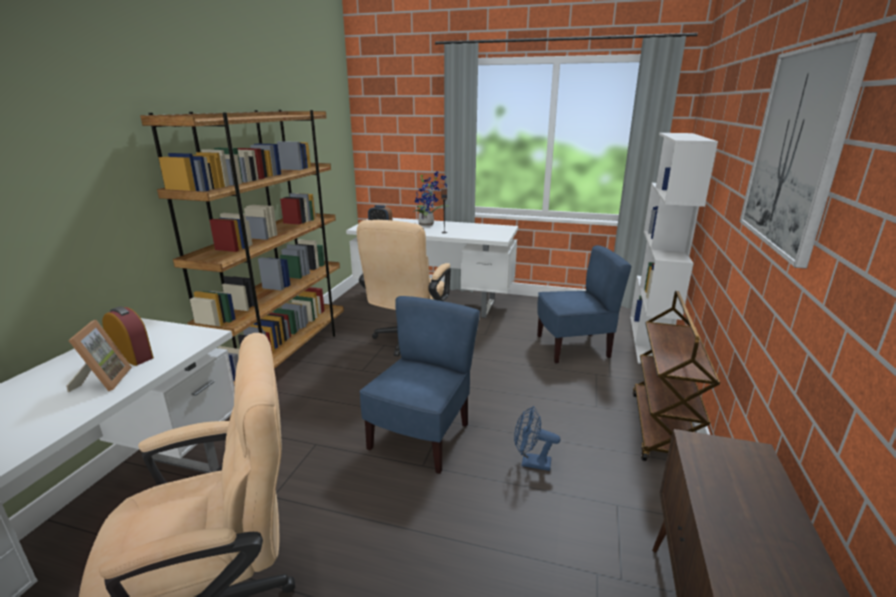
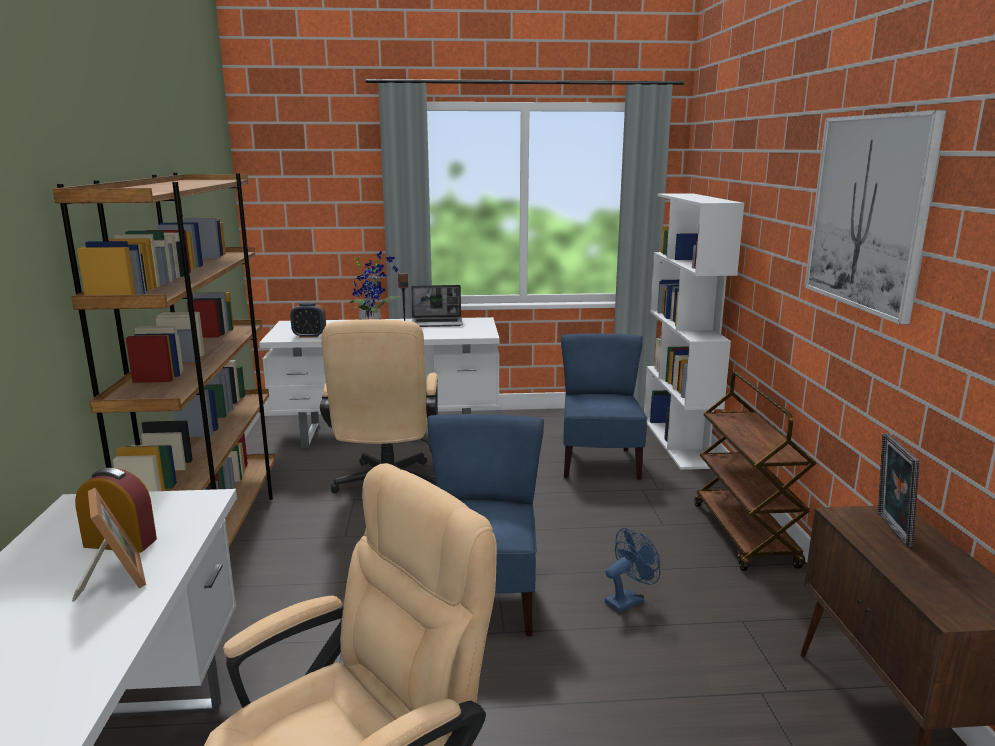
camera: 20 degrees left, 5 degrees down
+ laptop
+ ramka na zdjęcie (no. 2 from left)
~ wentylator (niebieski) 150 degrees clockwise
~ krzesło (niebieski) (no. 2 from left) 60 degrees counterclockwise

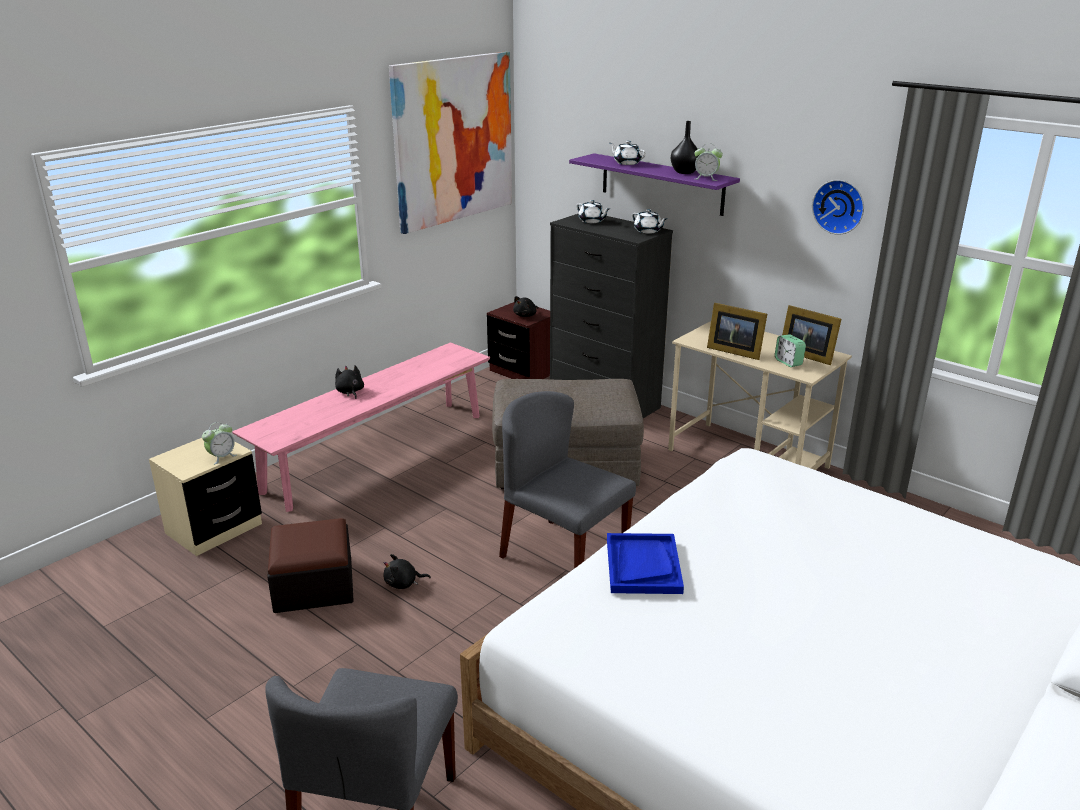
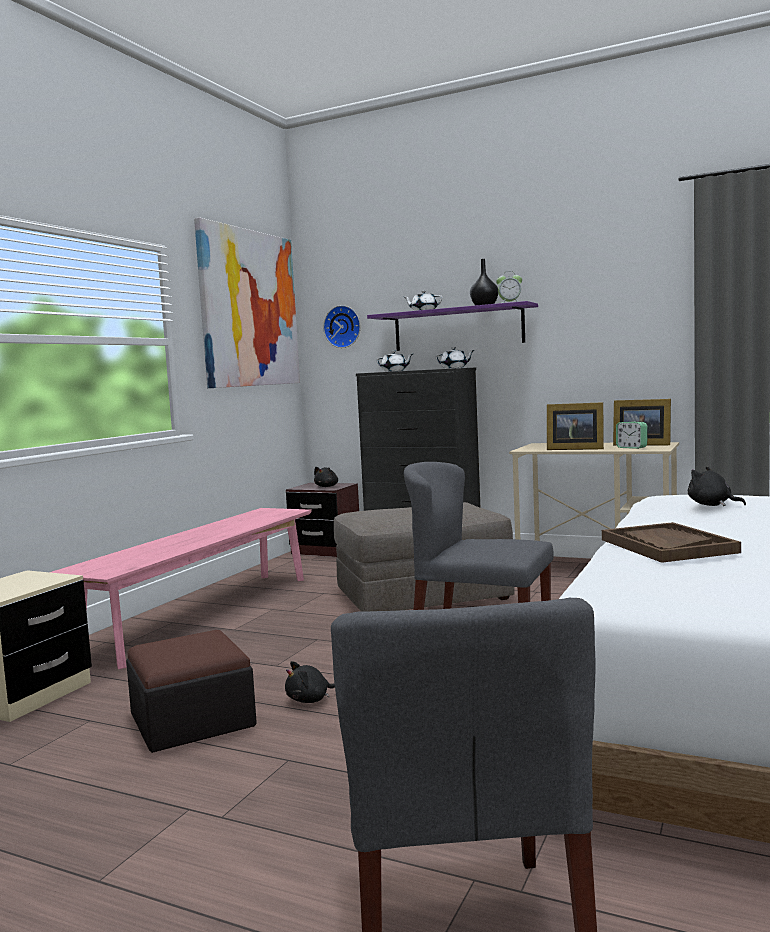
camera: 15 degrees left, 20 degrees down
- budzik (no. 1 from left)
~ pluszak (czarny) (no. 1 from left in the first image) to pluszak (czarny) (no. 3 from left)
~ zegar ścienny
~ taca (niebieski) to taca (brązowy)

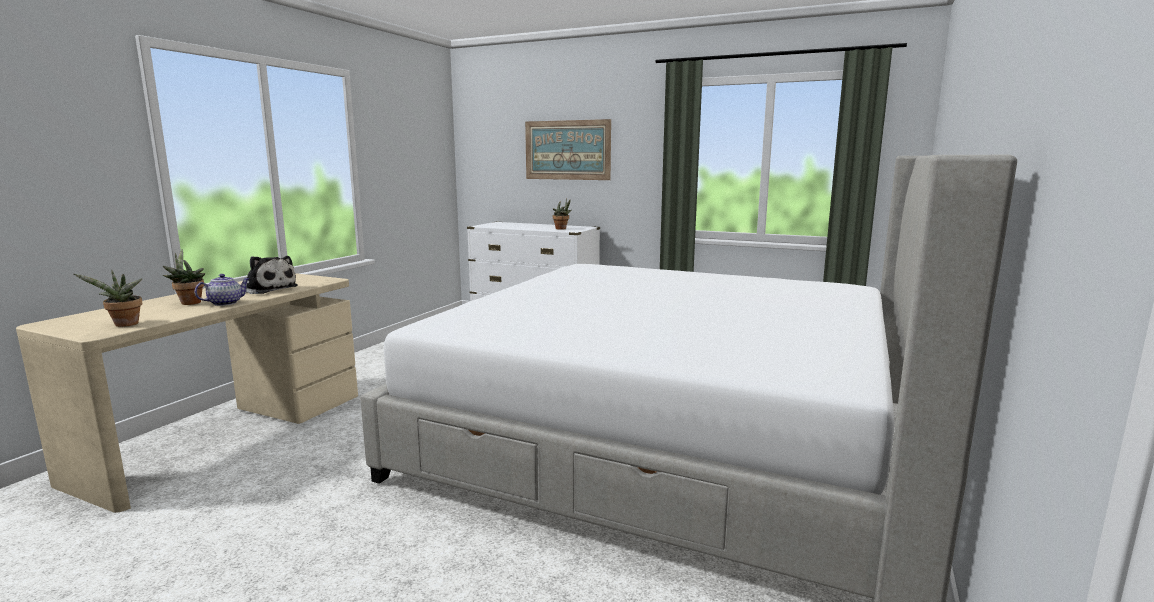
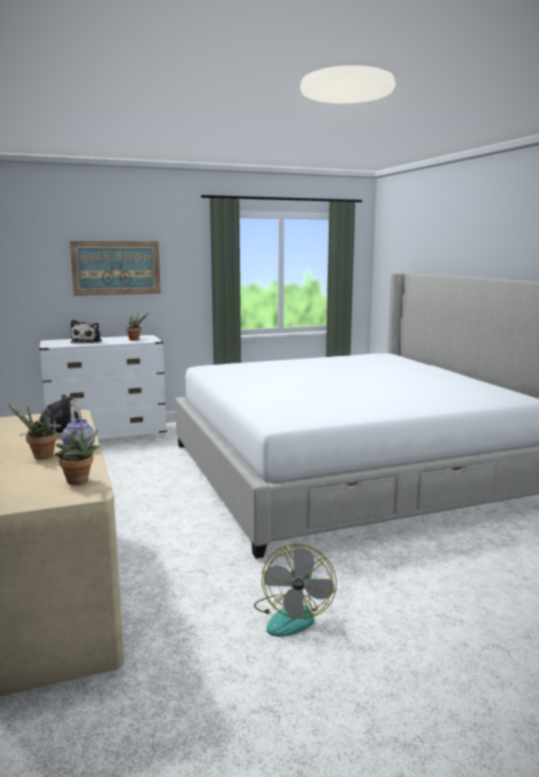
camera: 45 degrees left, 0 degrees up
+ pluszak (no. 2 from left)
+ wentylator

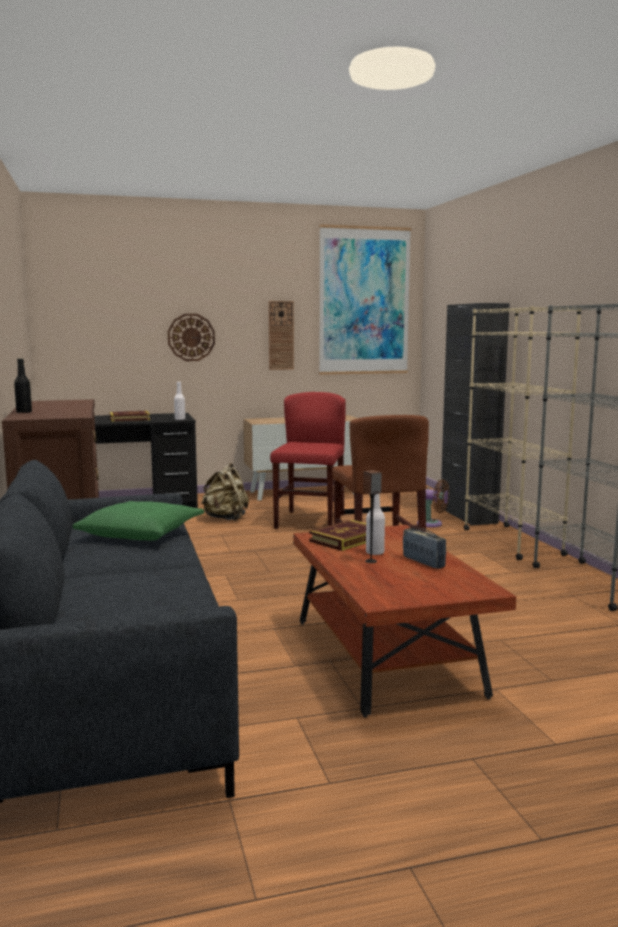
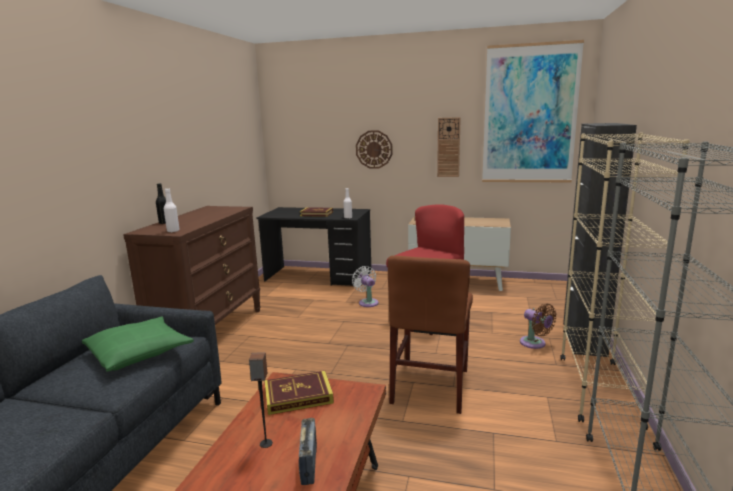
camera: 30 degrees right, 5 degrees up
~ butelka (biały) (no. 2 from left in the first image) to butelka (biały) (no. 1 from left)
~ plecak (beżowy) to wentylator (biały)

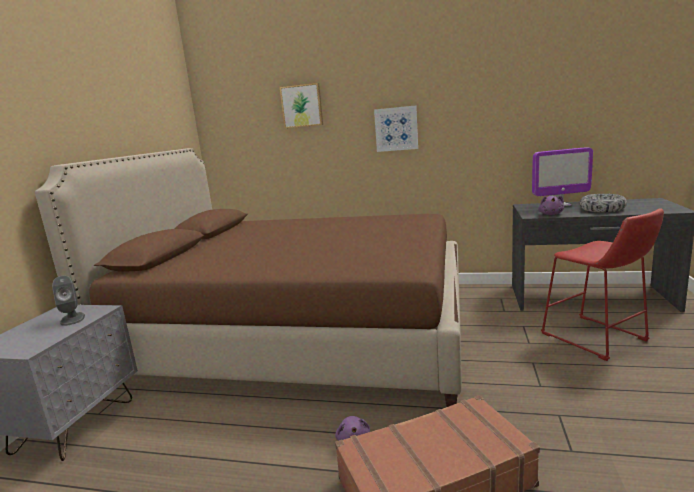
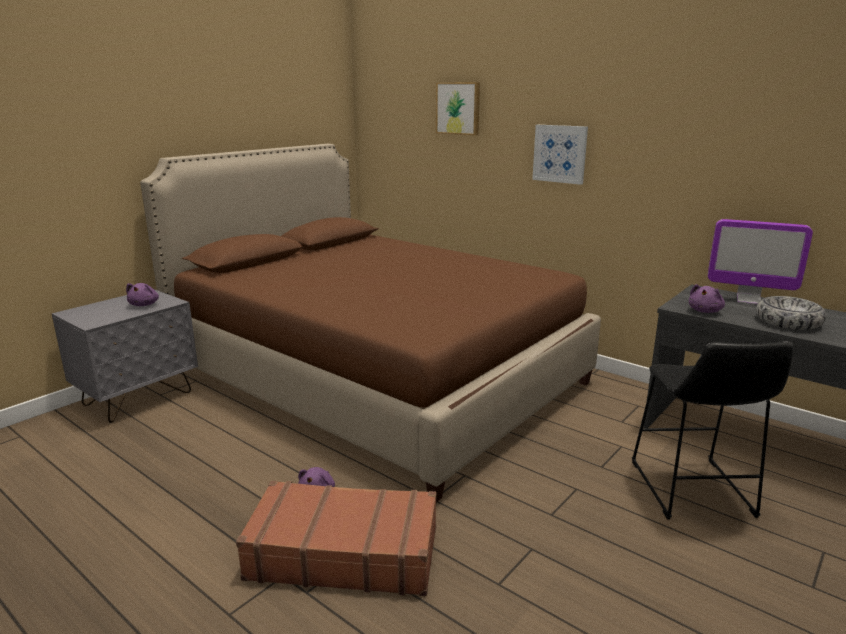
camera: 25 degrees right, 5 degrees up
~ głośnik (szary) to pluszak (fioletowy) (no. 1 from left)
~ stołek (czerwony) to stołek (czarny)

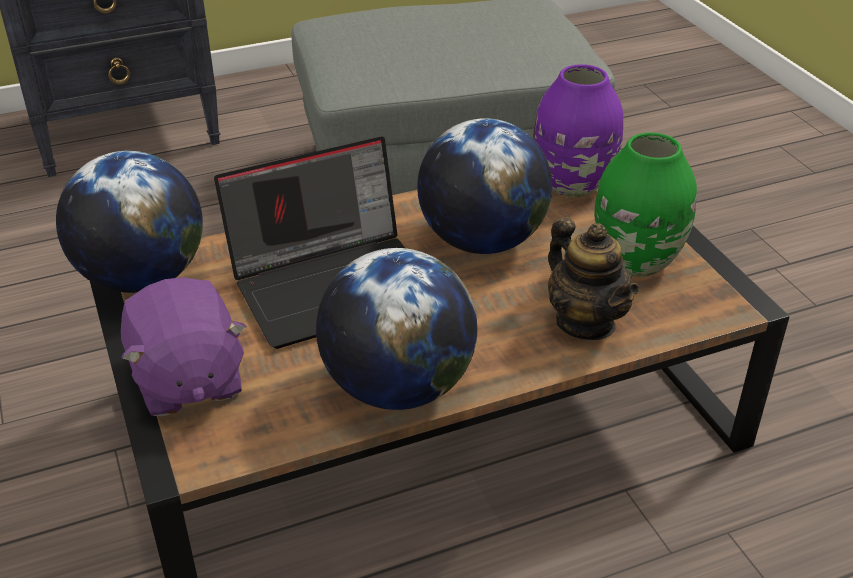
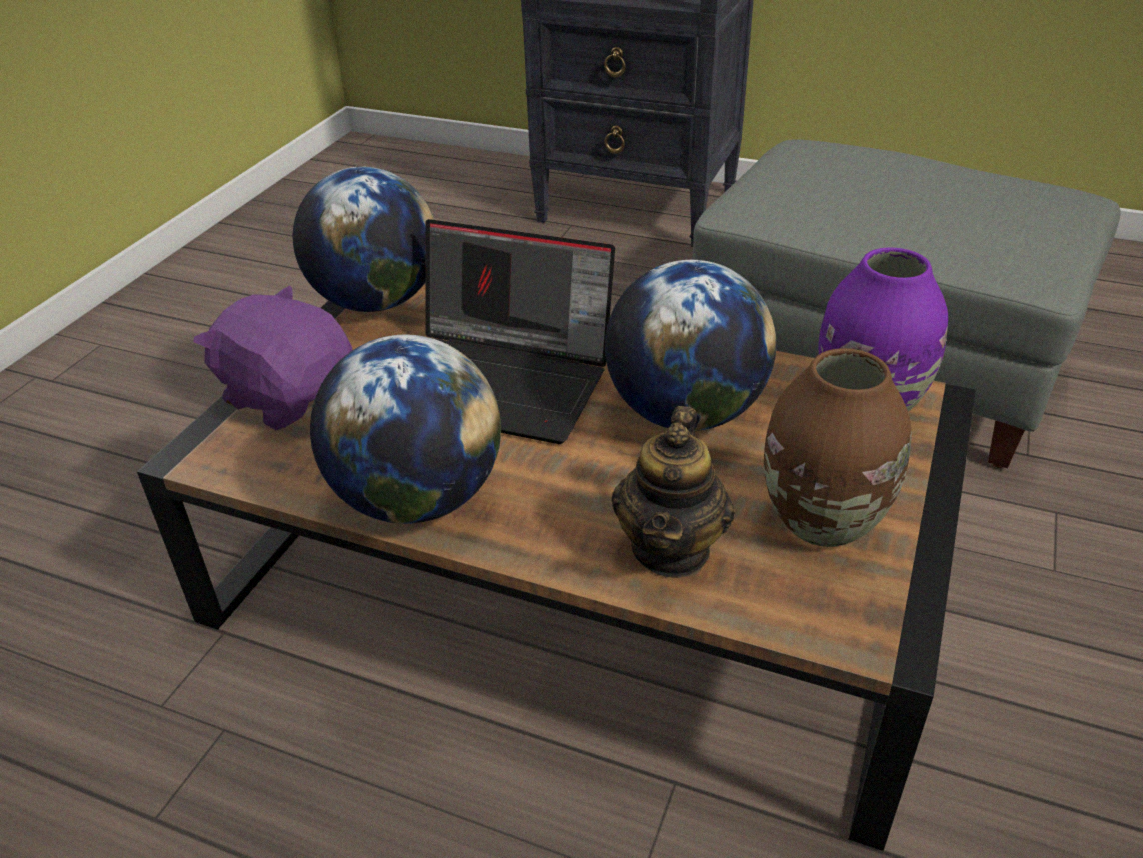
camera: 45 degrees right, 0 degrees up
~ wazon (zielony) to wazon (brązowy)
~ pluszak (fioletowy) 105 degrees clockwise

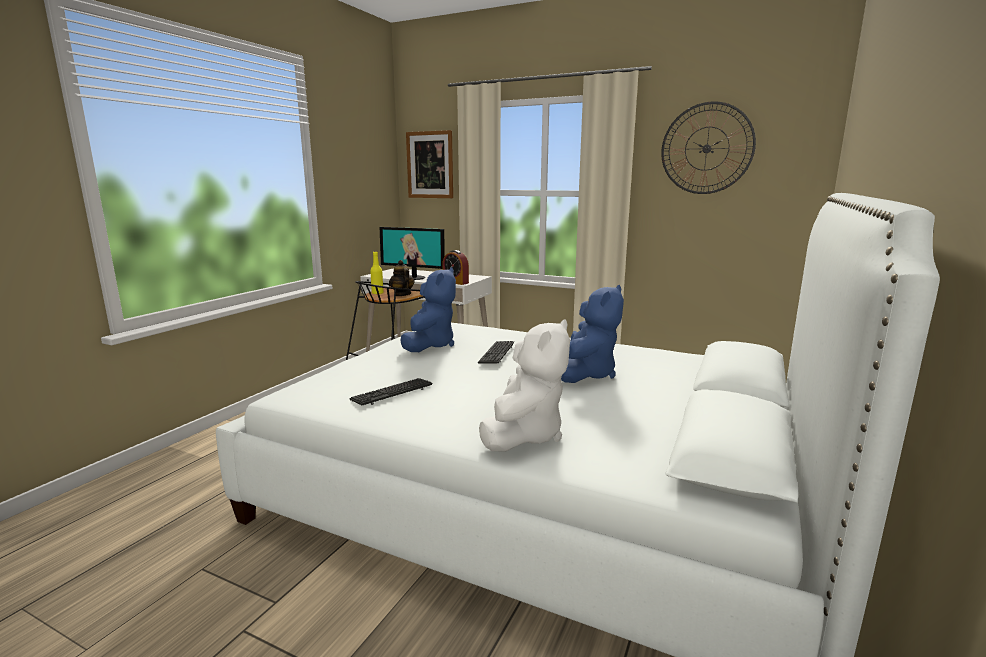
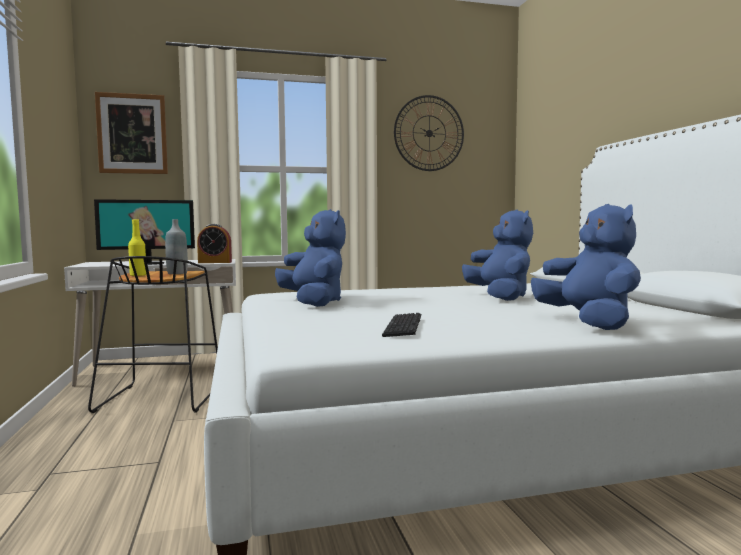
camera: 40 degrees left, 10 degrees down
- klawiatura (no. 2 from left)
~ imbryk to butelka (szary)
~ pluszak (biały) to pluszak (niebieski) (no. 3 from left)

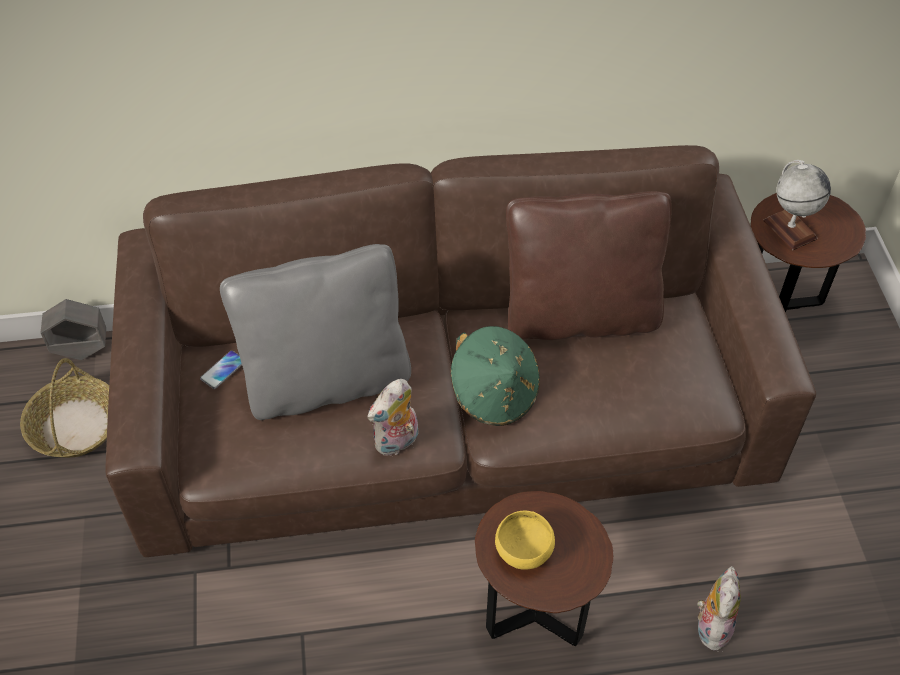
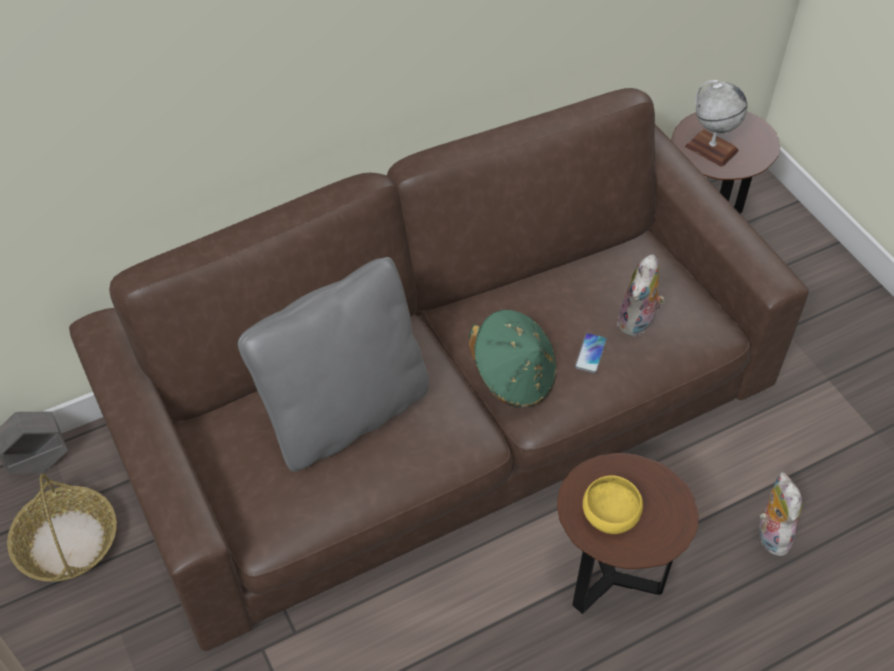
camera: 20 degrees left, 0 degrees up
- poduszka (brązowy)
~ telefon
~ pluszak (no. 1 from left)

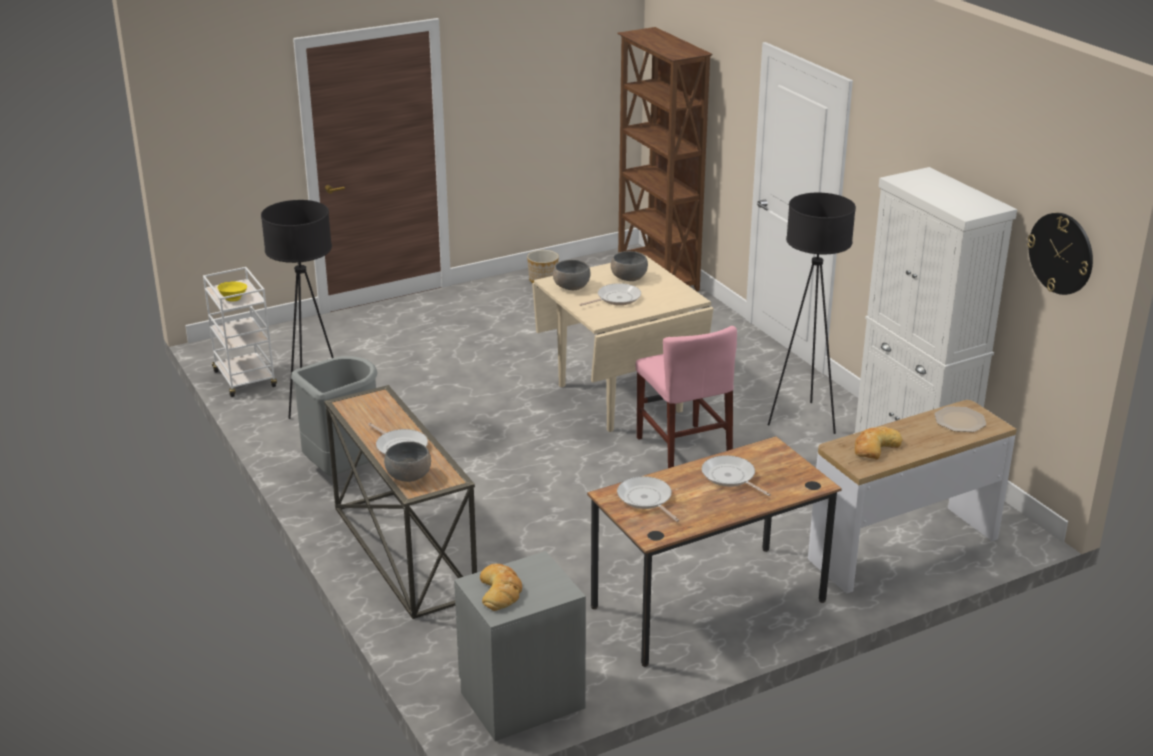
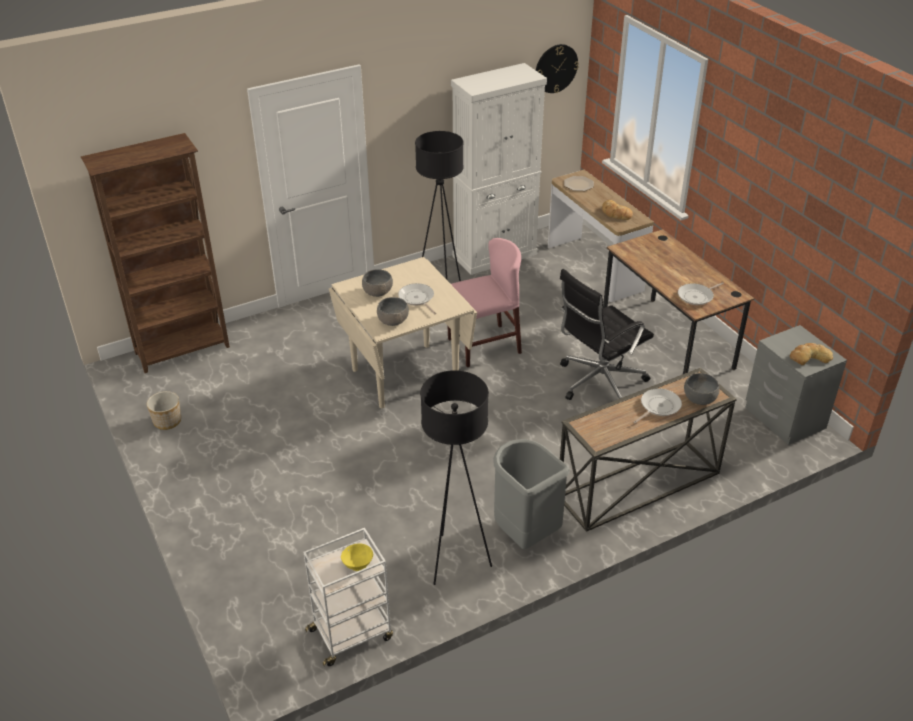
camera: 90 degrees left, 10 degrees up
- patelnia (no. 4 from left)
+ krzesło biurowe (czarny)

